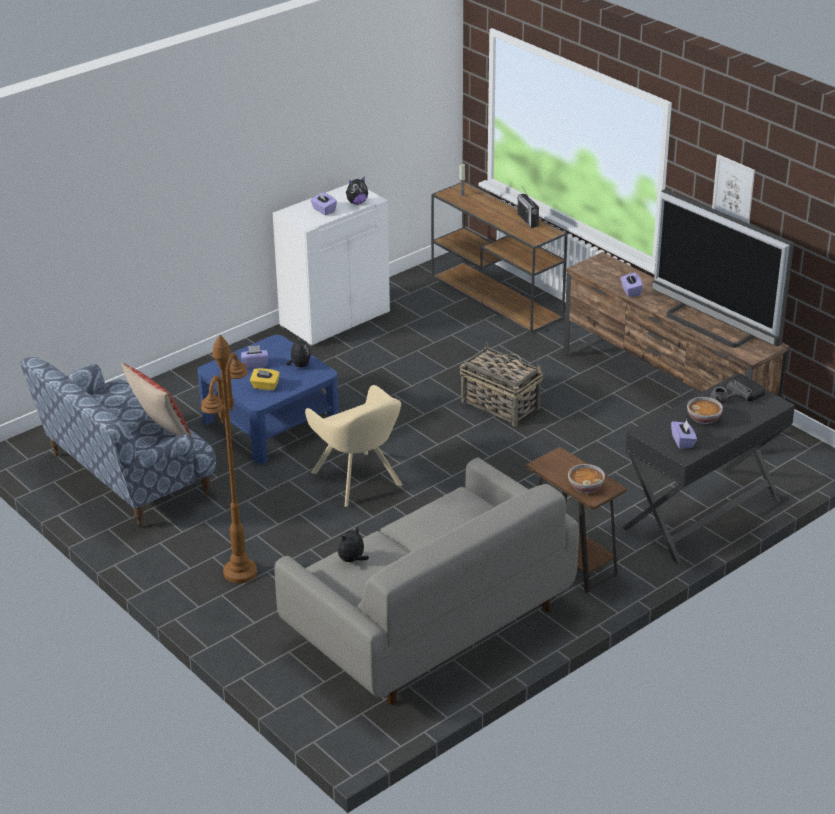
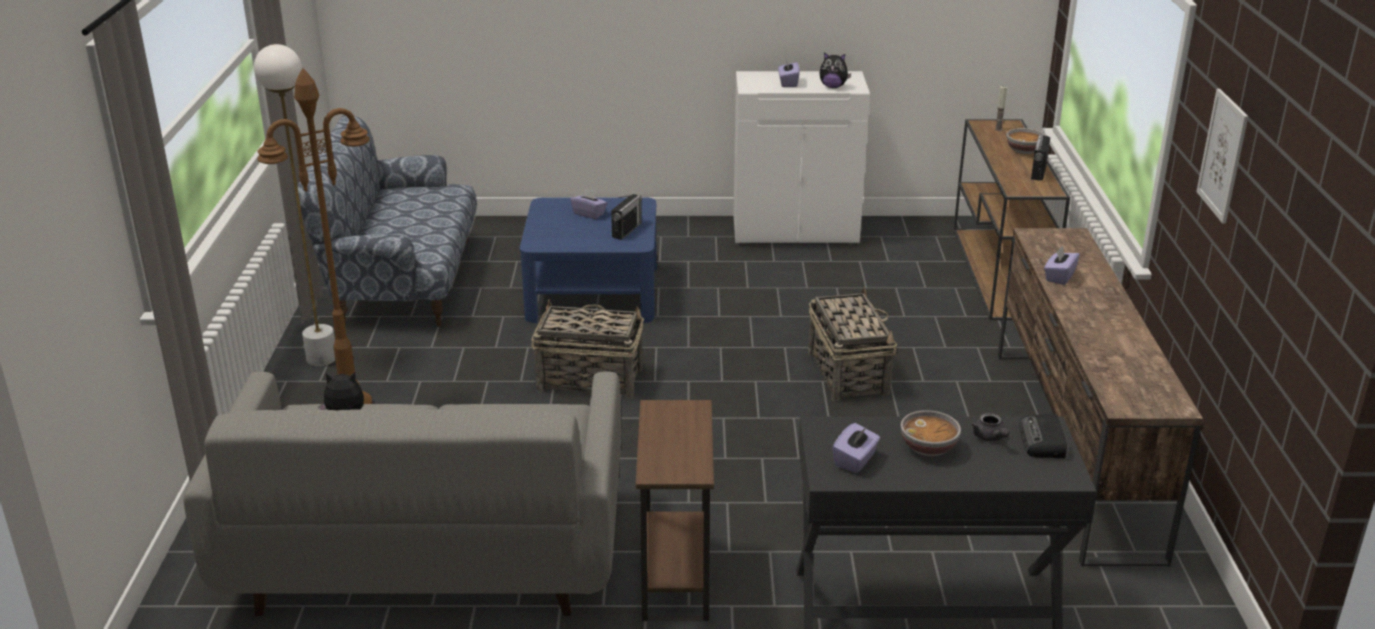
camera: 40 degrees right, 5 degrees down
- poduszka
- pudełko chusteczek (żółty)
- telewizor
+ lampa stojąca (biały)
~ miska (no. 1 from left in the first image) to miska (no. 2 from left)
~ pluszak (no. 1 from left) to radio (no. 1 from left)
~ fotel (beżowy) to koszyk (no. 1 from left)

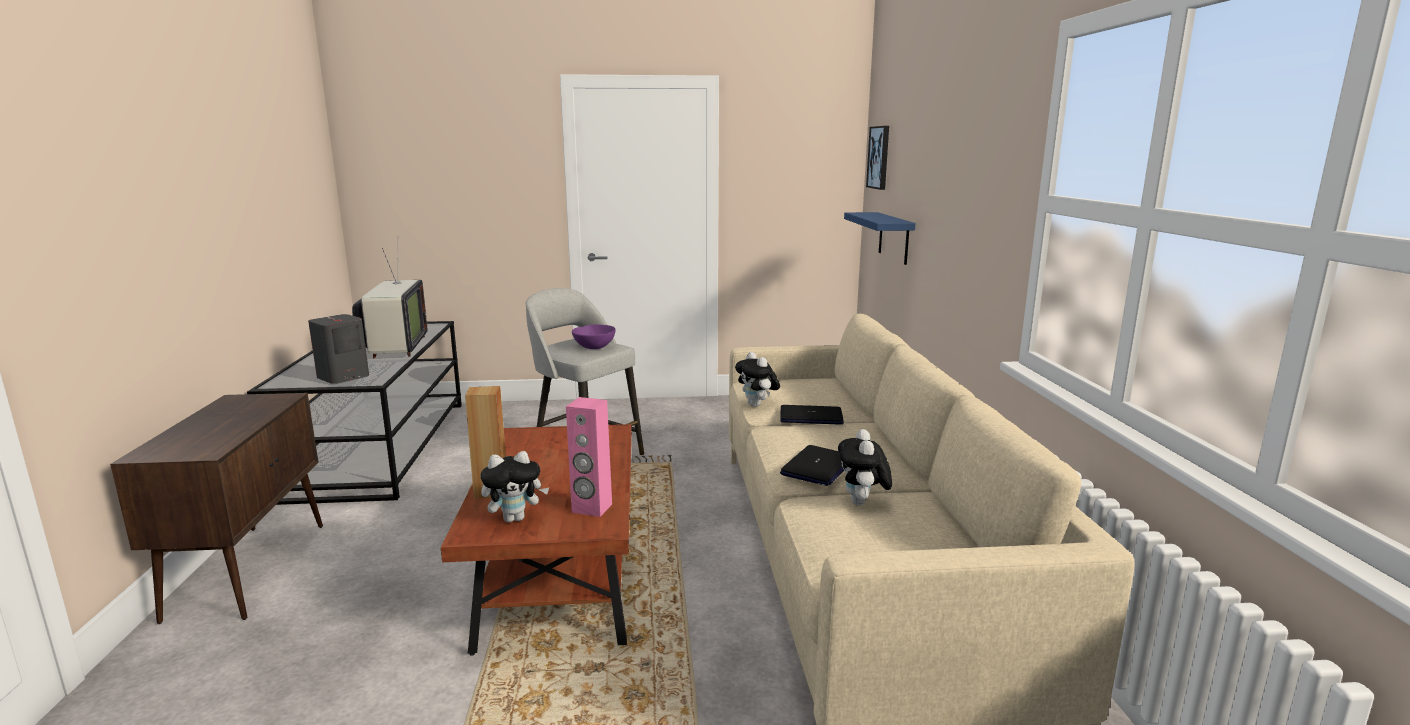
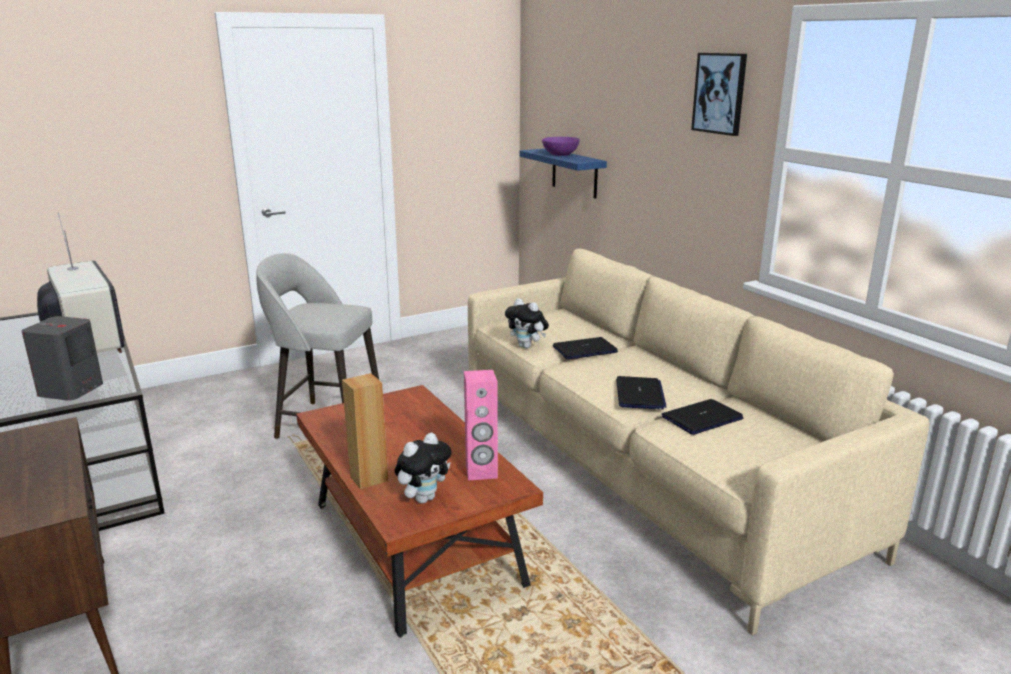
camera: 25 degrees left, 5 degrees up
~ miska (fioletowy)
~ obraz
~ pluszak (no. 3 from left) to laptop (no. 3 from left)

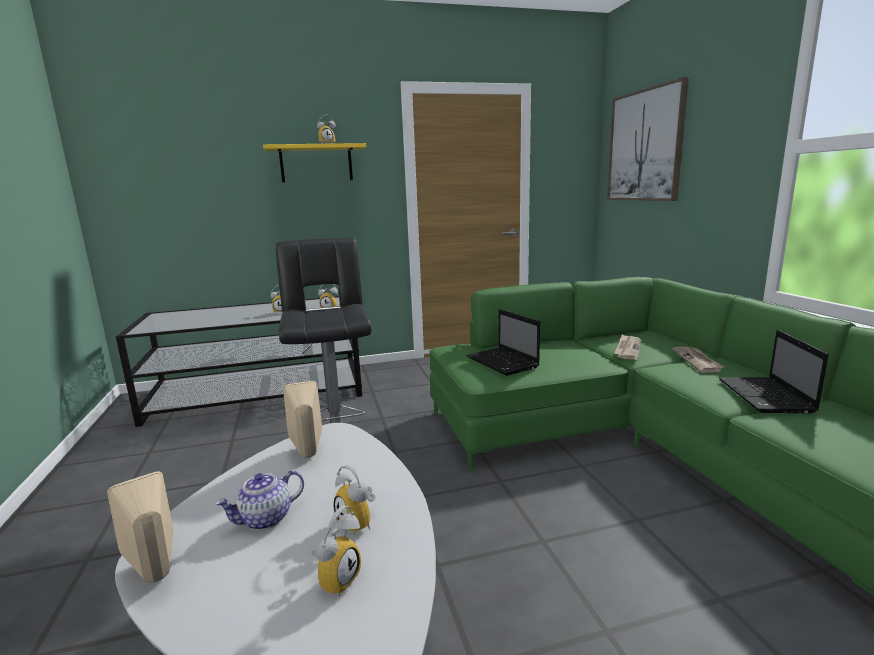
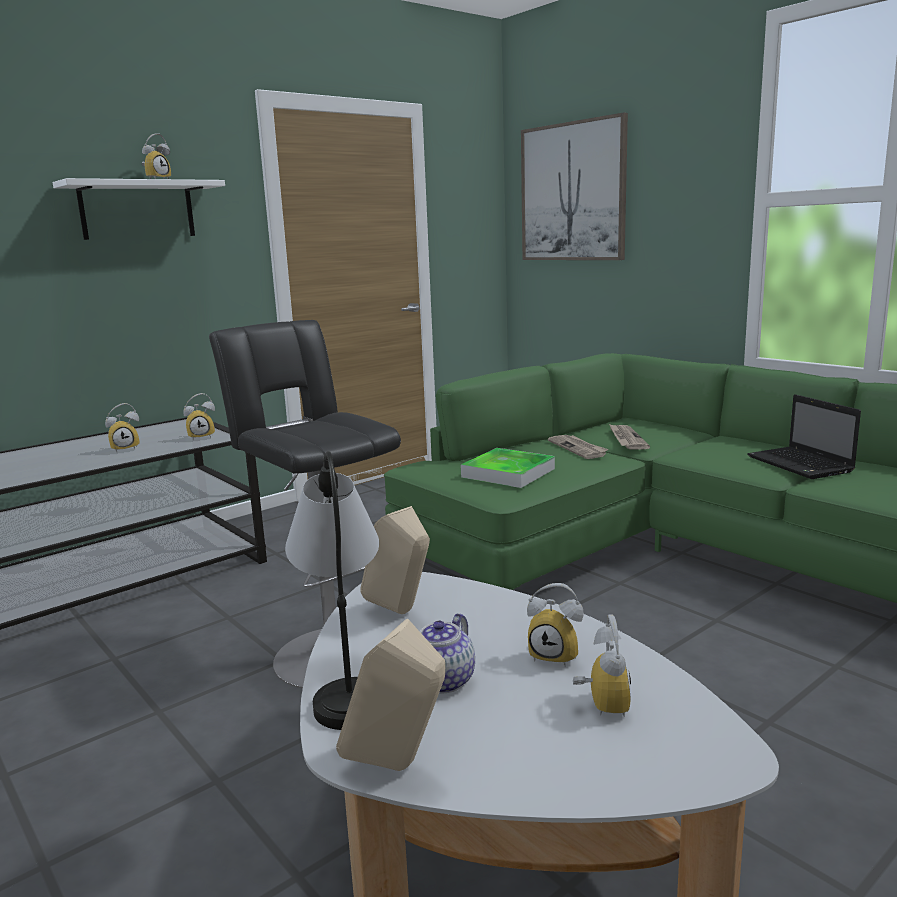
camera: 25 degrees left, 0 degrees up
+ lampa stołowa
~ gazeta (no. 2 from left in the first image) to gazeta (no. 1 from left)
~ laptop (no. 1 from left) to taca
~ półka (żółty) to półka (biały)

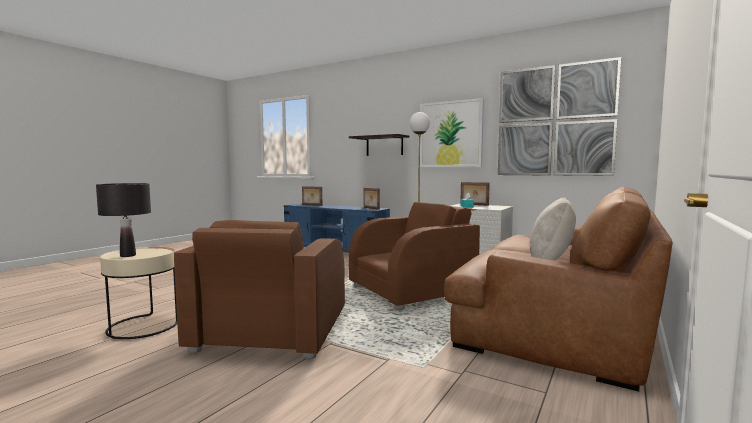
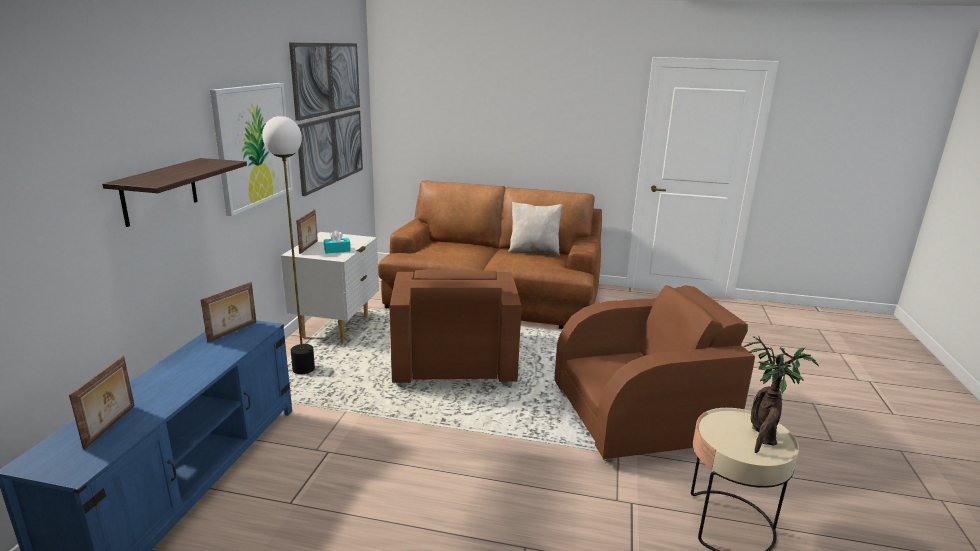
camera: 110 degrees left, 15 degrees up
~ lampa stołowa (czarny) to roślina doniczkowa
~ fotel (brązowy) (no. 2 from left in the first image) 135 degrees counterclockwise

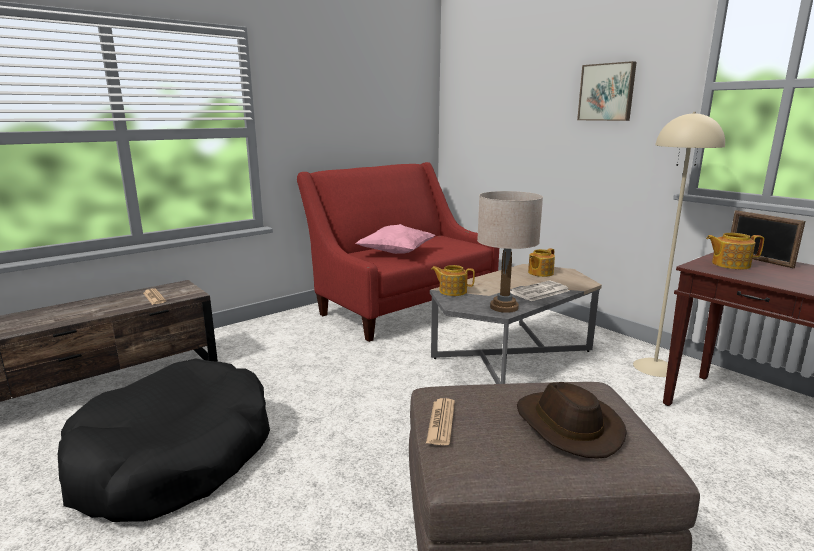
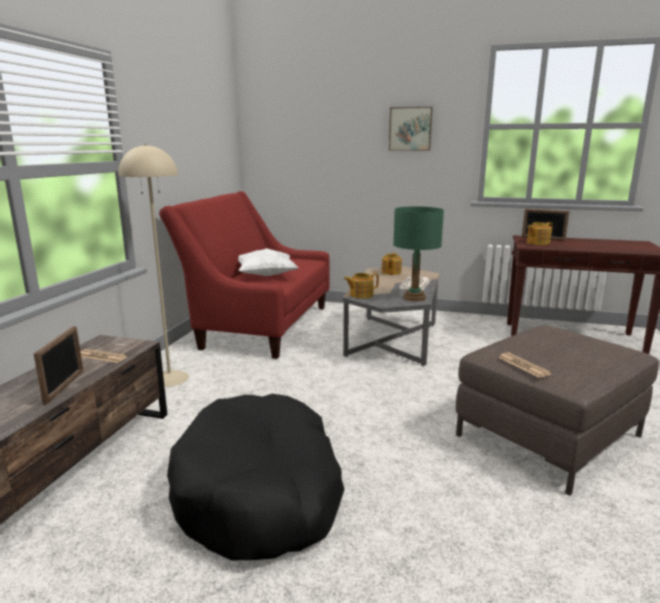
camera: 35 degrees left, 0 degrees up
- kapelusz (brązowy)
+ ramka na zdjęcie (no. 1 from left)
~ lampa stojąca (beżowy)
~ poduszka (różowy) to poduszka (biały)
~ lampa stołowa (beżowy) to lampa stołowa (zielony)

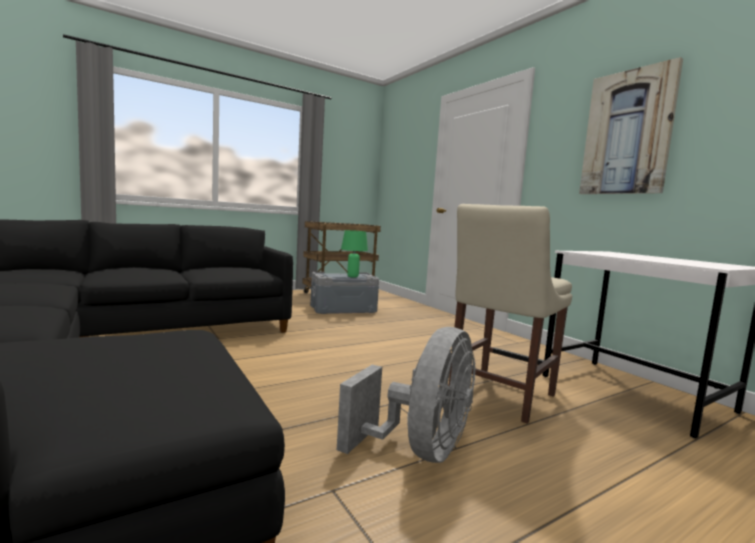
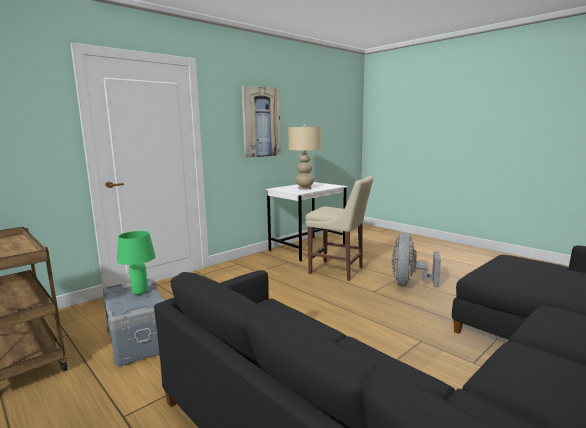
camera: 100 degrees left, 5 degrees up
+ lampa stołowa (beżowy)
~ wentylator (szary) 90 degrees counterclockwise

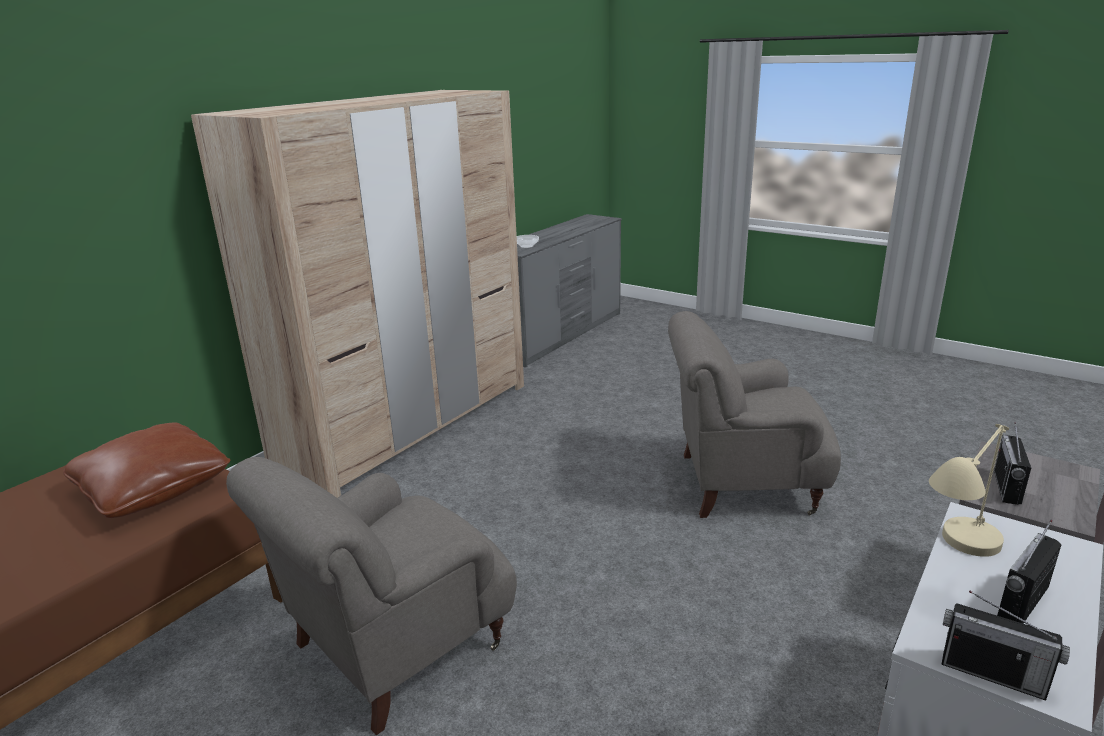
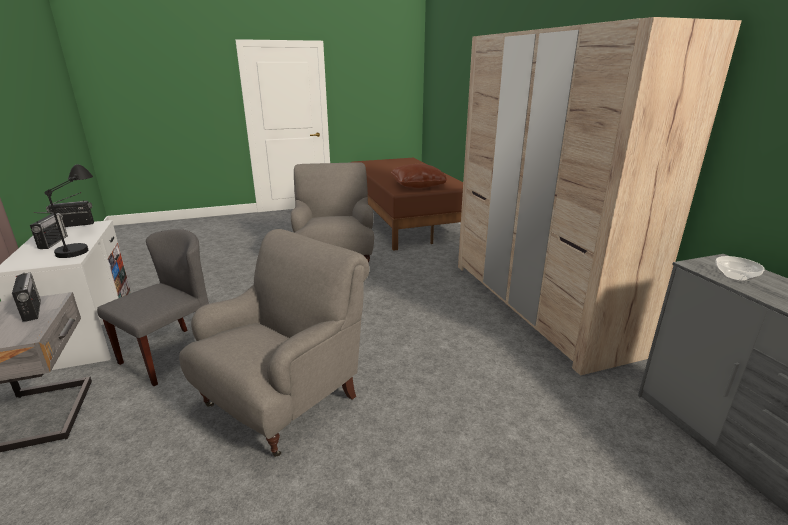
camera: 125 degrees right, 0 degrees up
+ krzesło (szary)
~ lampa stołowa (beżowy) to lampa stołowa (czarny)

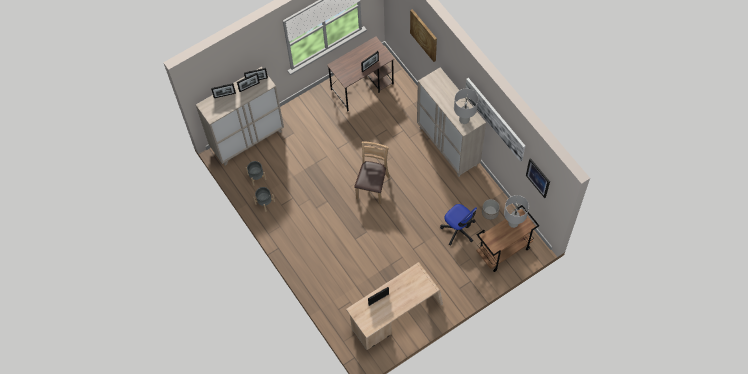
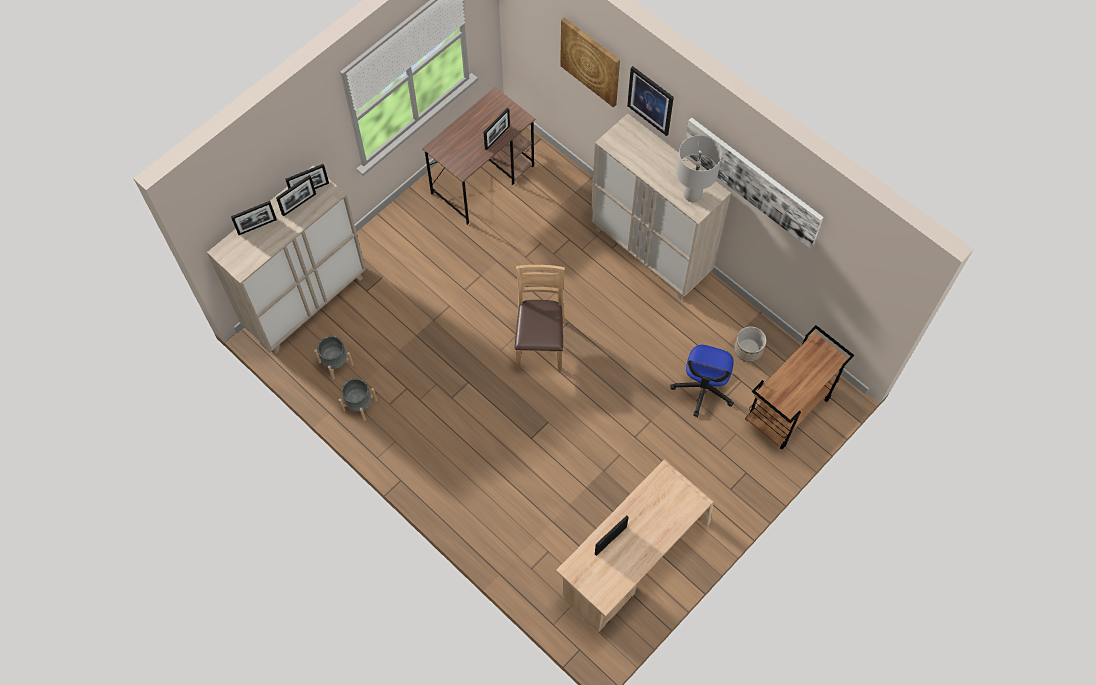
camera: 15 degrees left, 0 degrees up
- lampa stołowa (szary) (no. 2 from left)
~ obraz (no. 3 from left in the first image) to obraz (no. 2 from left)
~ krzesło biurowe 75 degrees clockwise

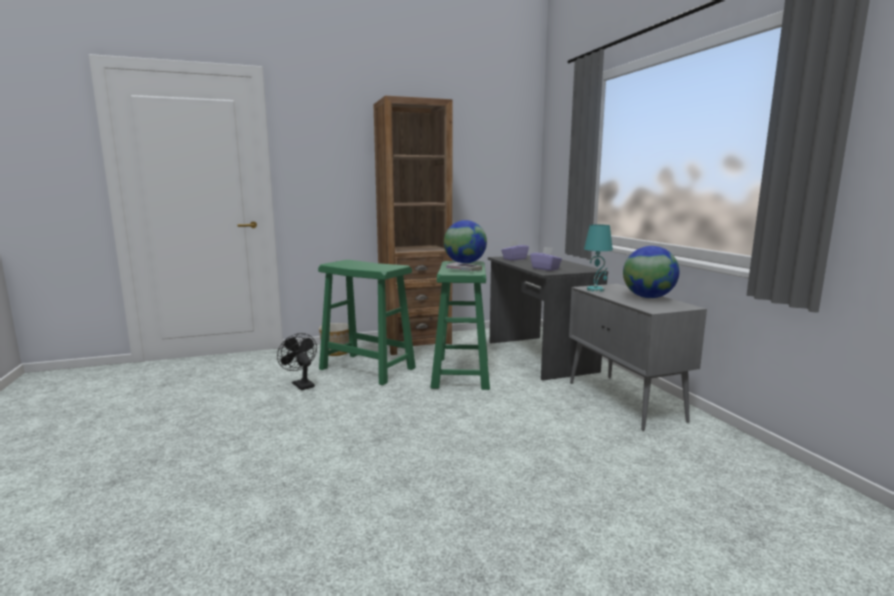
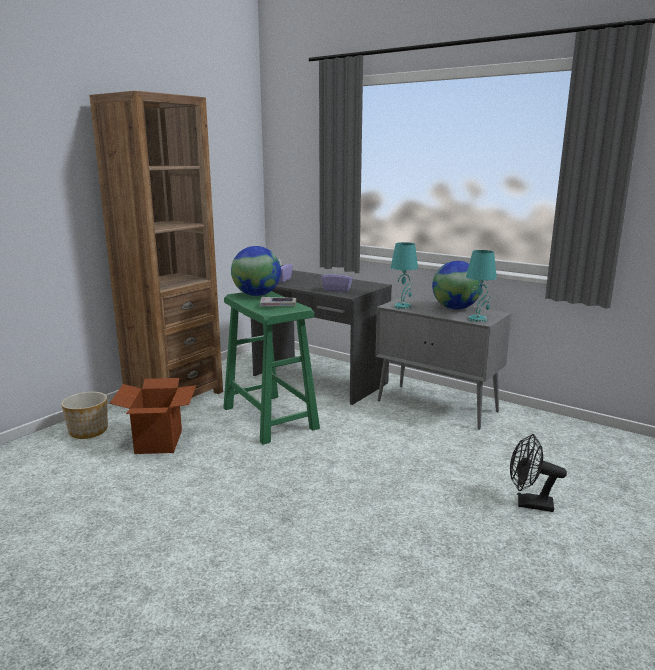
camera: 35 degrees left, 5 degrees up
+ lampa stołowa (turkusowy) (no. 2 from left)
~ wentylator (czarny)
~ stołek (zielony) (no. 1 from left) to karton

